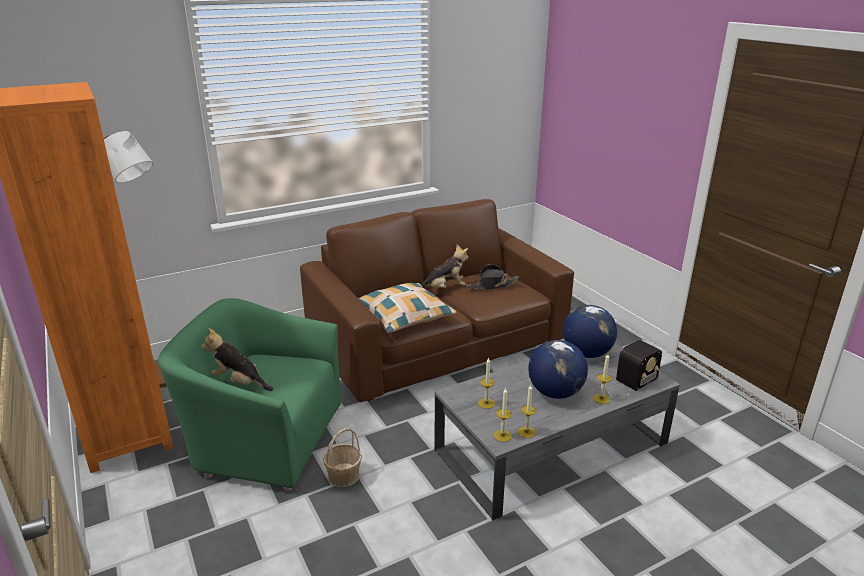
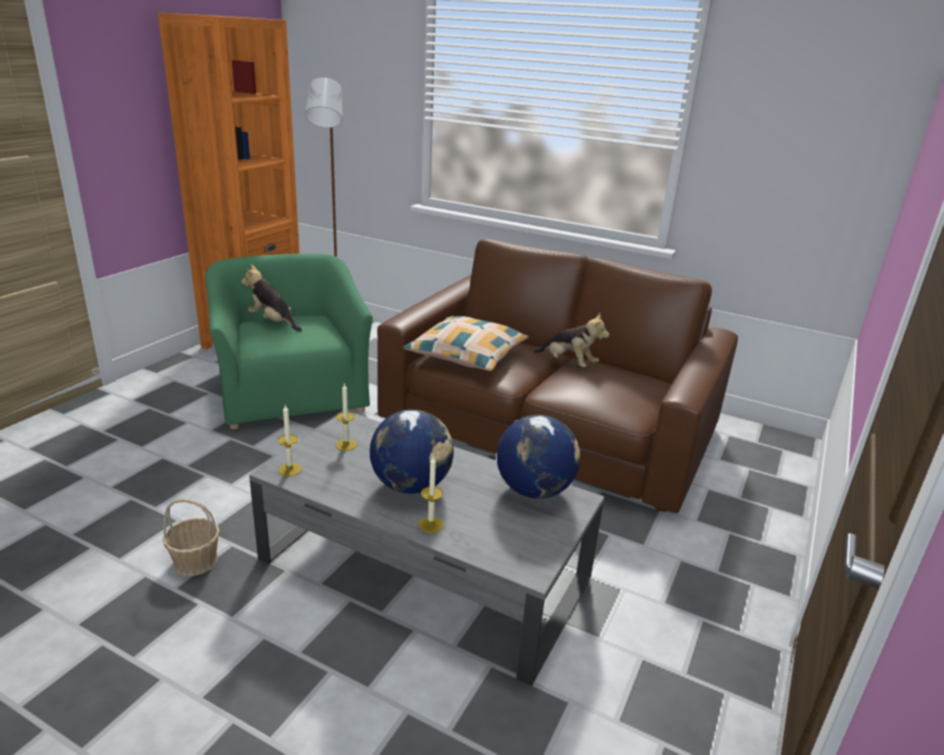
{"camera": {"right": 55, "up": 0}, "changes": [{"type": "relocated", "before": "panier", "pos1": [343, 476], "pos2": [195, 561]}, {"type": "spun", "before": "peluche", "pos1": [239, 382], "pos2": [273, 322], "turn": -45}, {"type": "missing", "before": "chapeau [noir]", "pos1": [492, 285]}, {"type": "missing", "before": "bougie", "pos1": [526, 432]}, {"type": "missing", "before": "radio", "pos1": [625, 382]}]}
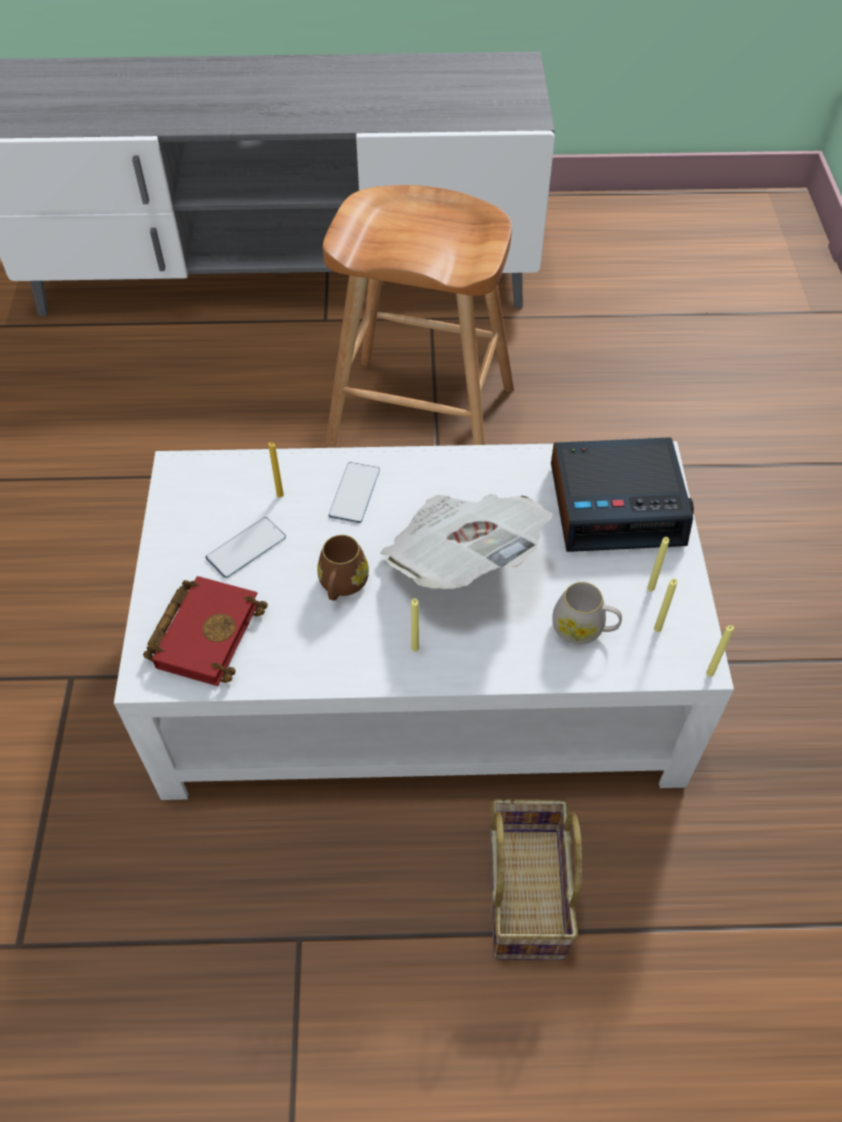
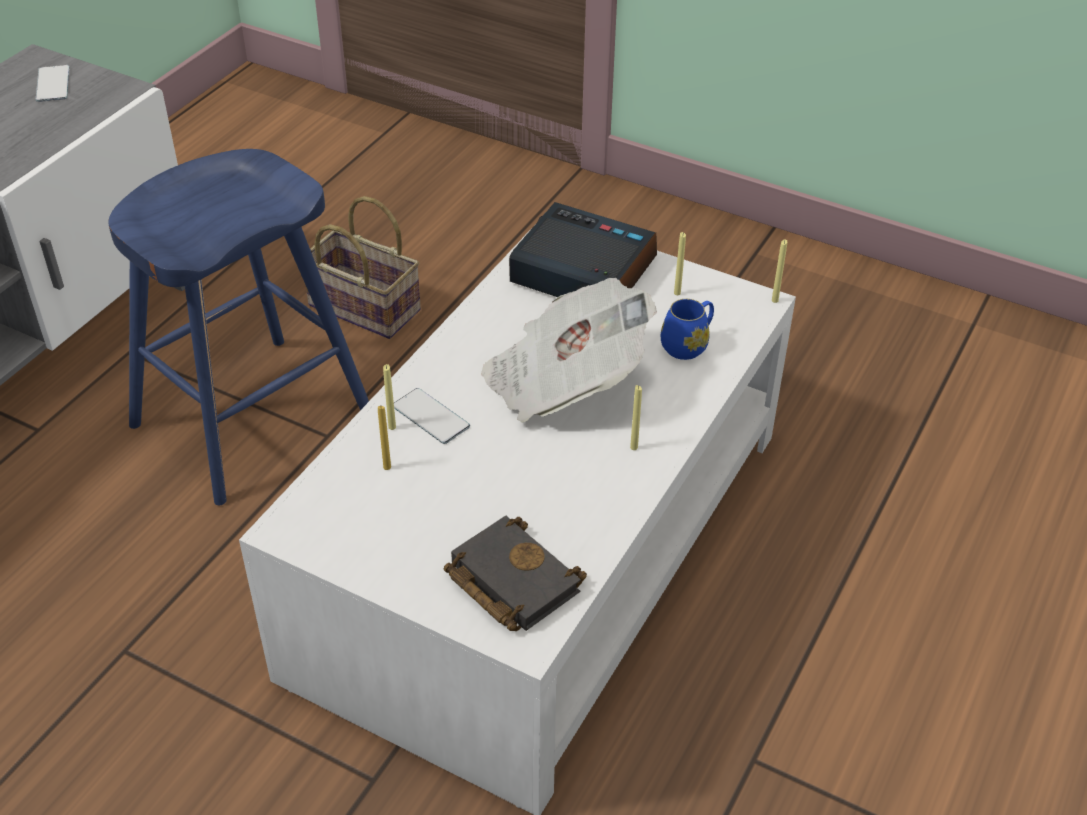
{"camera": {"right": -60, "up": -10}, "changes": [{"type": "relocated", "before": "téléphone", "pos1": [246, 548], "pos2": [53, 84]}, {"type": "colour", "before": "tabouret [marron]", "after": "tabouret [bleu]", "pos1": [420, 418], "pos2": [250, 418]}, {"type": "relocated", "before": "panier", "pos1": [523, 890], "pos2": [361, 308]}, {"type": "relocated", "before": "bougie [jaune]", "pos1": [657, 629], "pos2": [392, 427]}, {"type": "colour", "before": "livre [rouge]", "after": "livre [noir]", "pos1": [205, 632], "pos2": [508, 580]}, {"type": "spun", "before": "réveil", "pos1": [617, 504], "pos2": [581, 271], "turn": -90}, {"type": "colour", "before": "mug [blanc]", "after": "mug [bleu]", "pos1": [583, 629], "pos2": [688, 345]}, {"type": "missing", "before": "mug [marron]", "pos1": [342, 586]}]}
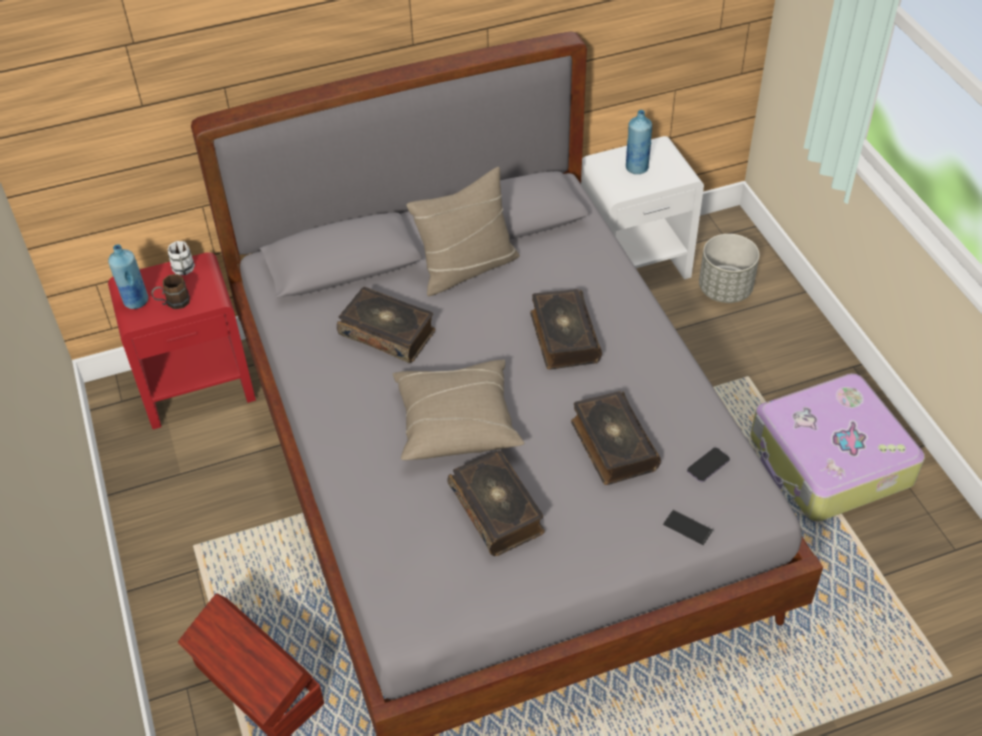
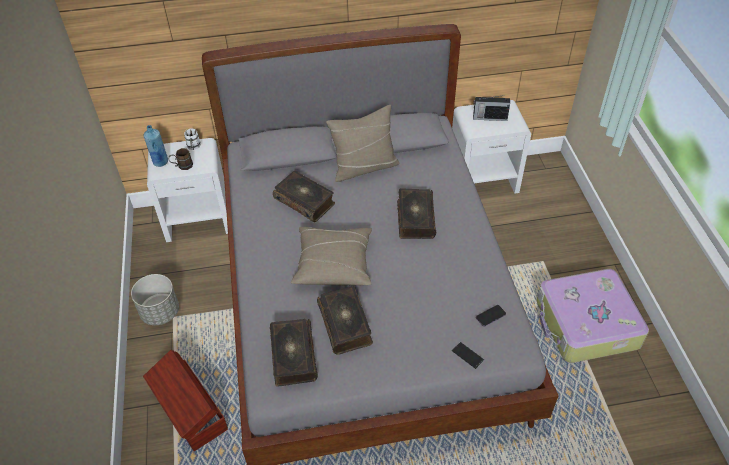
{"camera": {"right": 10, "up": 0}, "changes": [{"type": "relocated", "before": "cache-pot [gris]", "pos1": [724, 289], "pos2": [160, 312]}, {"type": "colour", "before": "table de chevet [rouge]", "after": "table de chevet [blanc]", "pos1": [197, 386], "pos2": [199, 220]}, {"type": "relocated", "before": "livre", "pos1": [612, 445], "pos2": [292, 357]}, {"type": "exchanged", "before": "bouteille [bleu]", "after": "radio", "pos1": [636, 168], "pos2": [489, 117]}]}
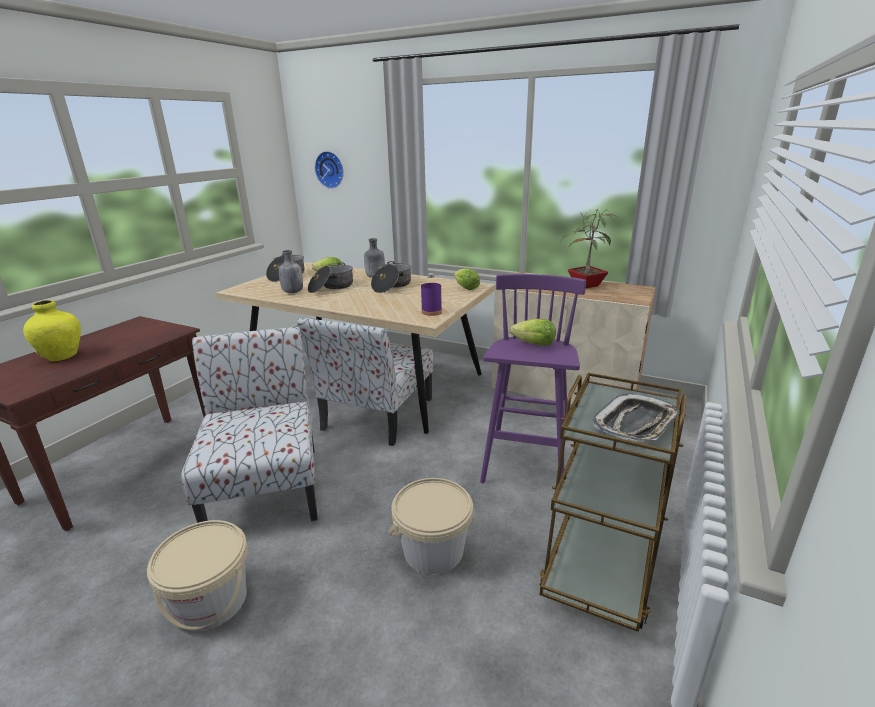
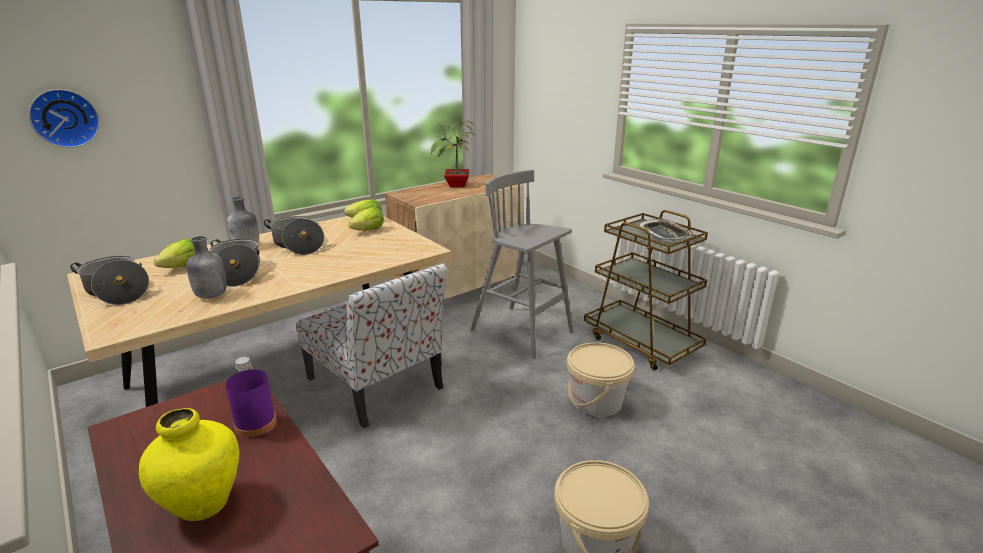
{"camera": {"right": -65, "up": 0}, "changes": [{"type": "relocated", "before": "bouteille [violet]", "pos1": [431, 312], "pos2": [255, 424]}, {"type": "relocated", "before": "laitue", "pos1": [534, 344], "pos2": [368, 231]}, {"type": "colour", "before": "tabouret [violet]", "after": "tabouret [gris]", "pos1": [526, 461], "pos2": [523, 332]}, {"type": "missing", "before": "chaise", "pos1": [266, 486]}]}
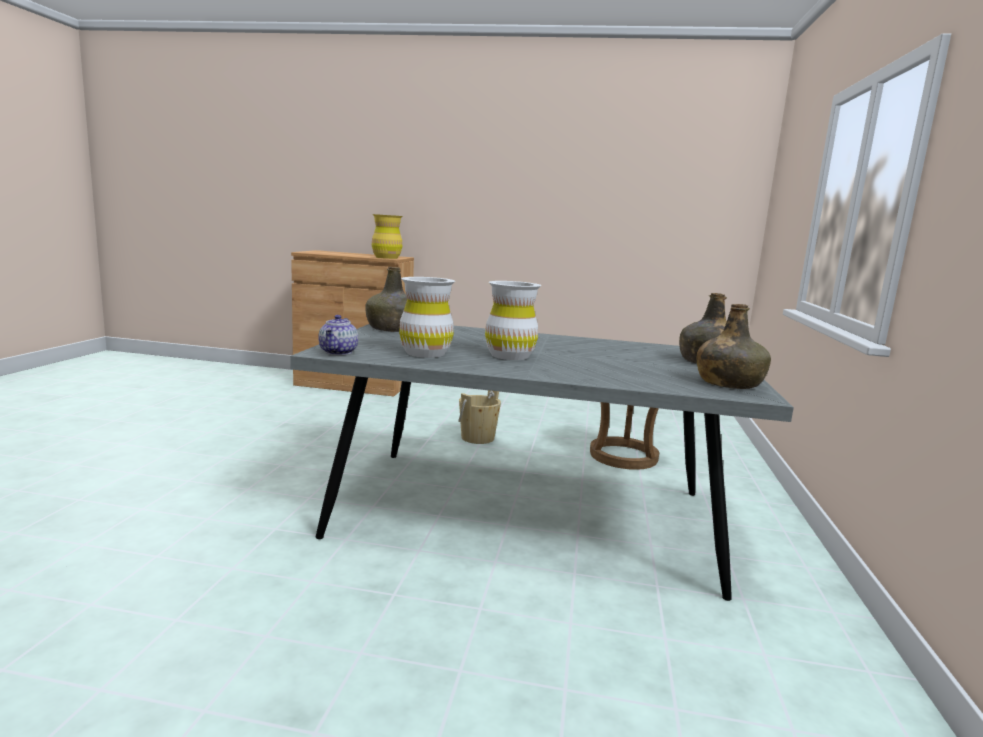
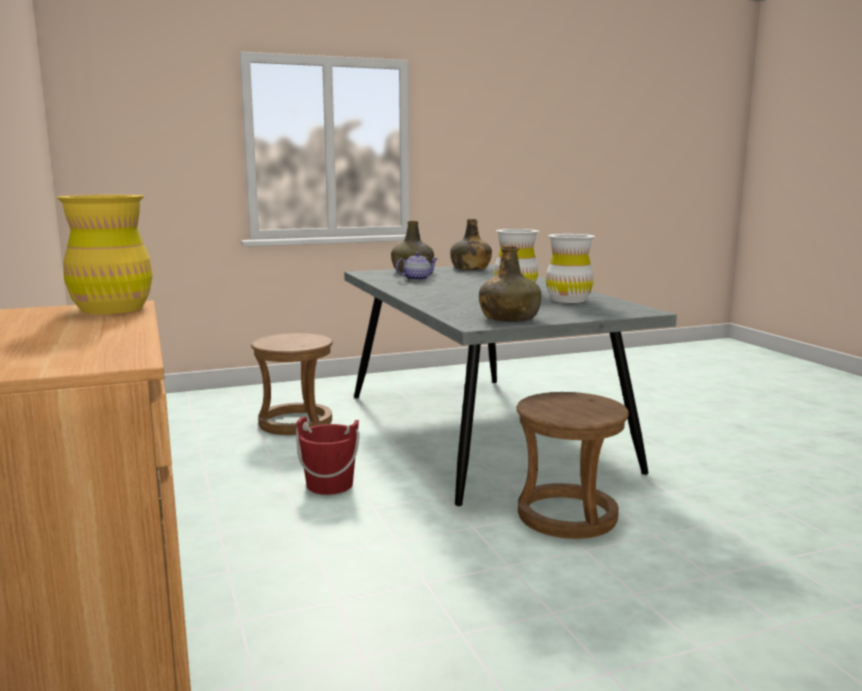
{"camera": {"right": -120, "up": 0}, "changes": [{"type": "colour", "before": "seau [beige]", "after": "seau [rouge]", "pos1": [477, 438], "pos2": [329, 485]}, {"type": "relocated", "before": "théière", "pos1": [339, 352], "pos2": [417, 279]}, {"type": "appeared", "after": "tabouret [marron]", "pos2": [567, 516]}]}
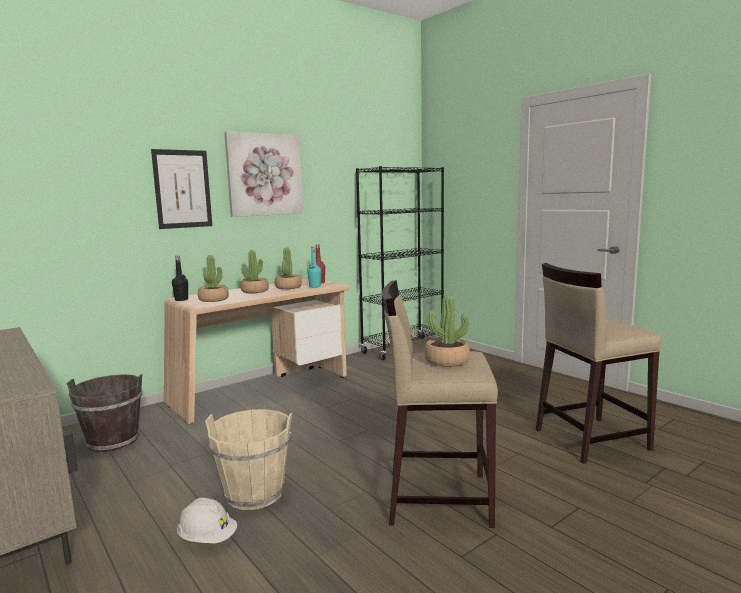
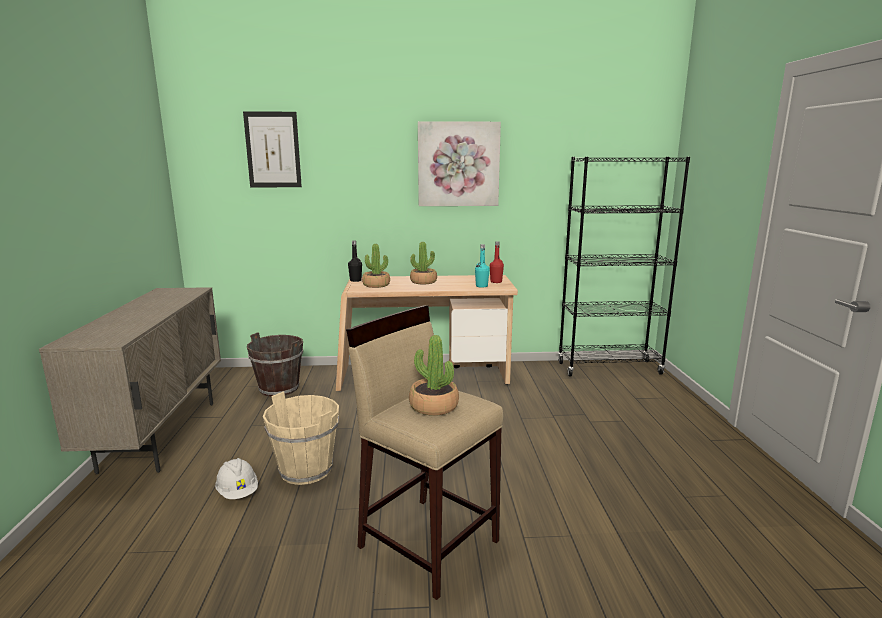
{"camera": {"right": 35, "up": 5}, "changes": [{"type": "relocated", "before": "tableau", "pos1": [182, 189], "pos2": [273, 150]}, {"type": "missing", "before": "plante en pot", "pos1": [288, 287]}, {"type": "missing", "before": "tabouret [beige]", "pos1": [590, 439]}]}
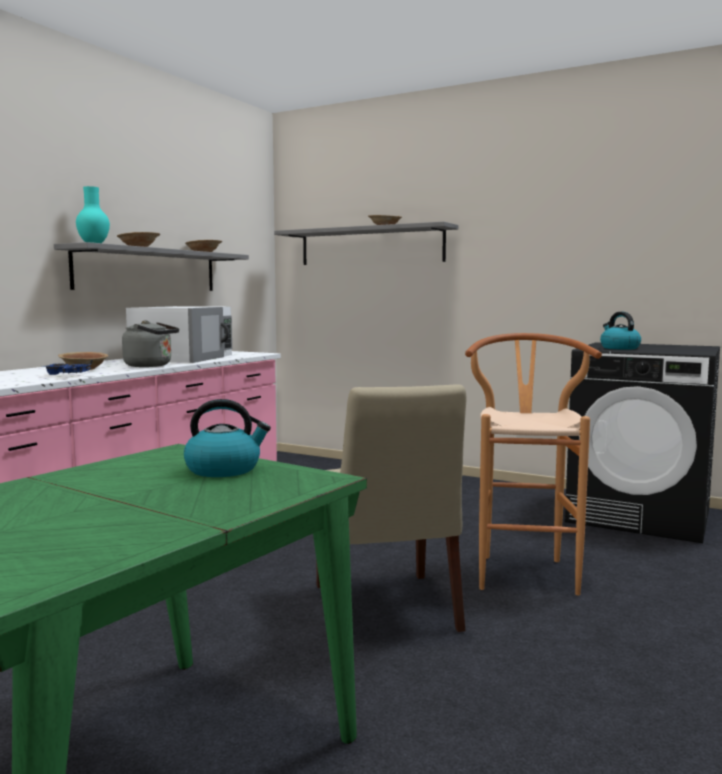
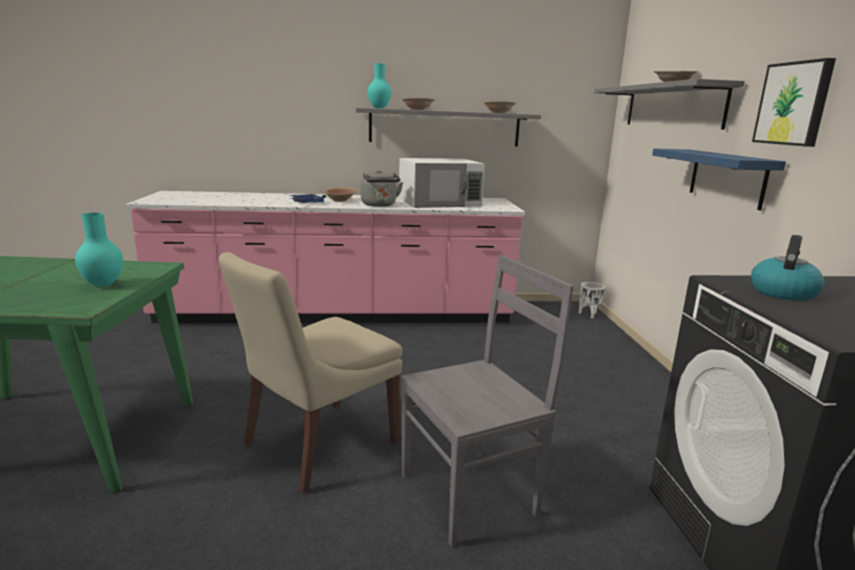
{"camera": {"right": 55, "up": 10}, "changes": [{"type": "exchanged", "before": "bouilloire", "after": "vase [turquoise]", "pos1": [224, 469], "pos2": [104, 284]}, {"type": "exchanged", "before": "tabouret [marron]", "after": "chaise [gris]", "pos1": [524, 570], "pos2": [471, 493]}, {"type": "appeared", "after": "cache-pot [blanc]", "pos2": [589, 314]}, {"type": "appeared", "after": "étagère [bleu]", "pos2": [727, 177]}, {"type": "appeared", "after": "tableau", "pos2": [794, 104]}]}
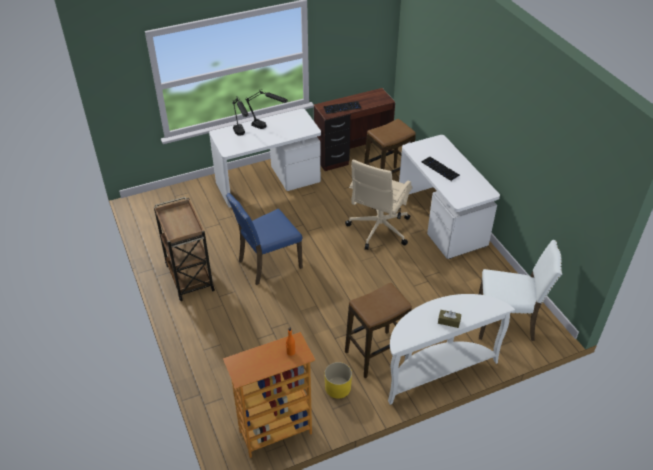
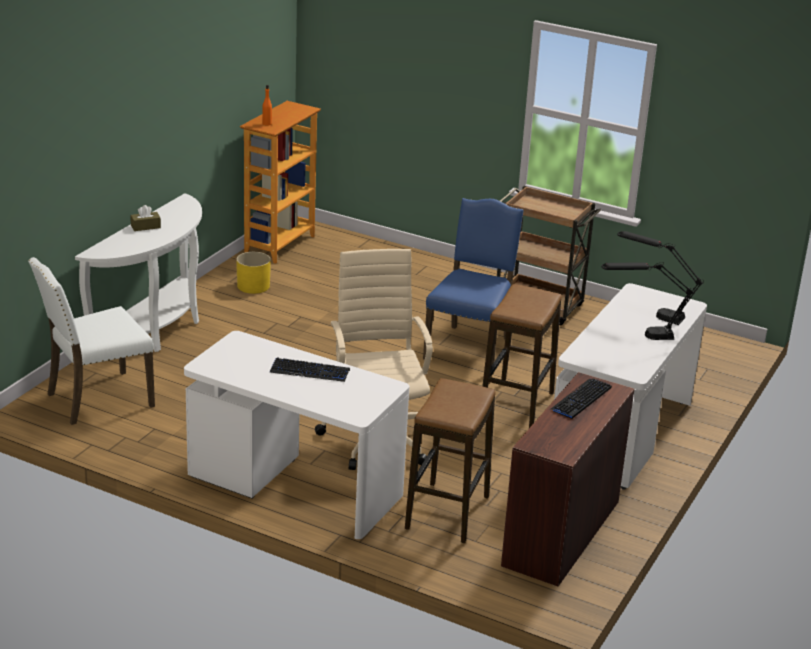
{"camera": {"right": 140, "up": -15}, "changes": [{"type": "relocated", "before": "tabouret", "pos1": [376, 354], "pos2": [516, 405]}]}
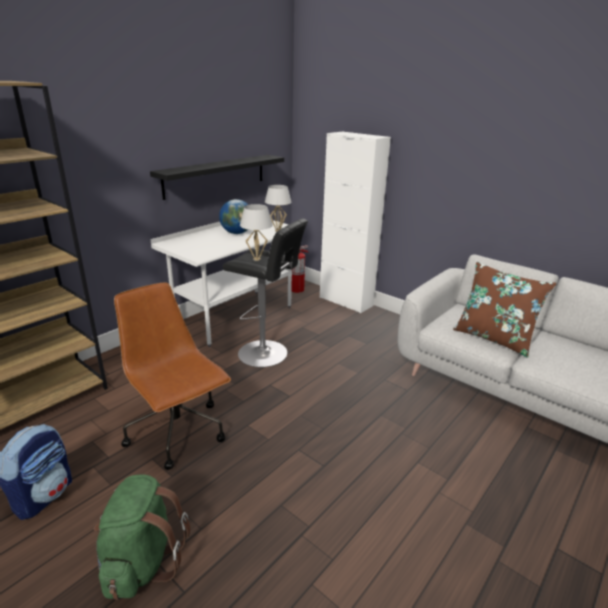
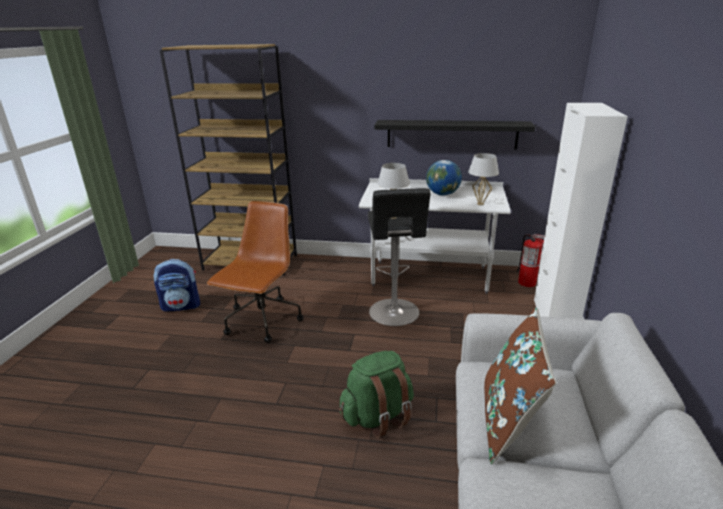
{"camera": {"right": 60, "up": 0}, "changes": [{"type": "relocated", "before": "sac à dos [vert]", "pos1": [142, 561], "pos2": [378, 416]}]}
